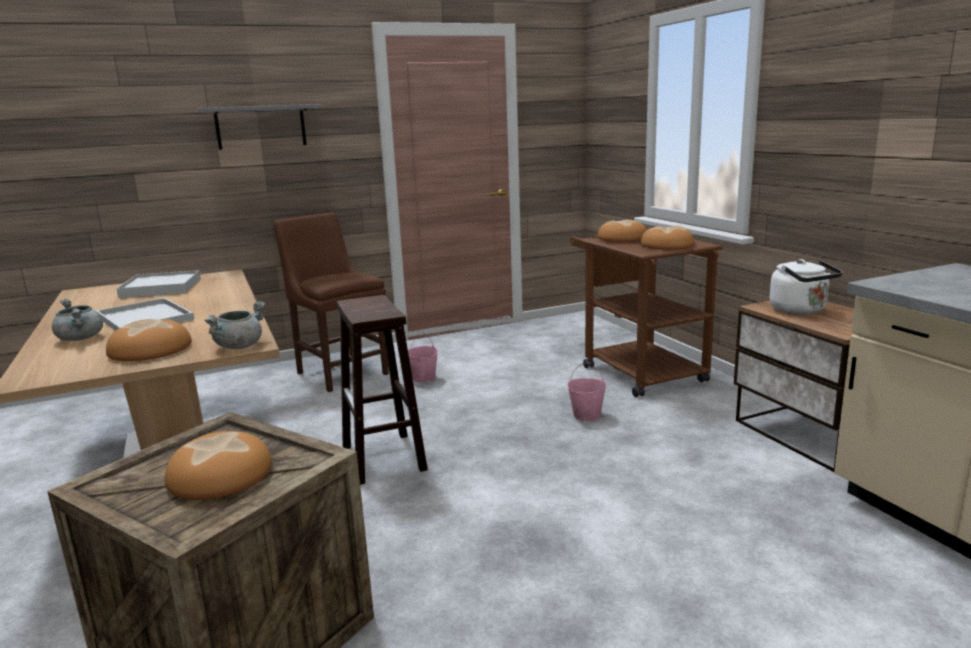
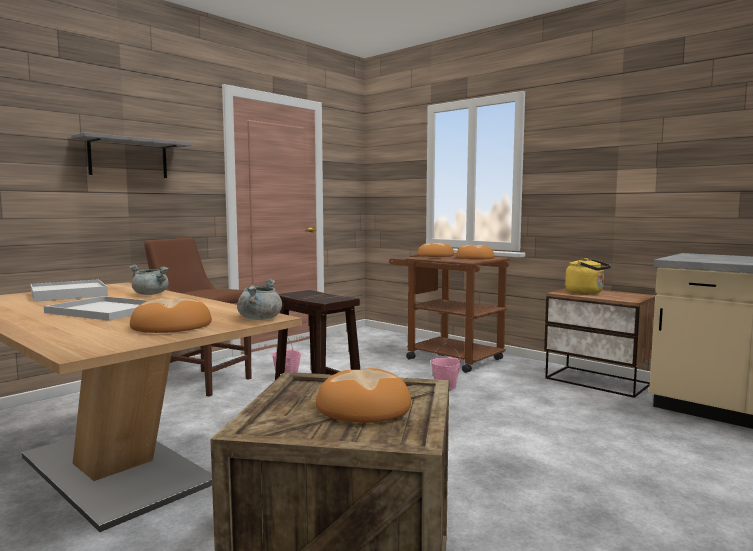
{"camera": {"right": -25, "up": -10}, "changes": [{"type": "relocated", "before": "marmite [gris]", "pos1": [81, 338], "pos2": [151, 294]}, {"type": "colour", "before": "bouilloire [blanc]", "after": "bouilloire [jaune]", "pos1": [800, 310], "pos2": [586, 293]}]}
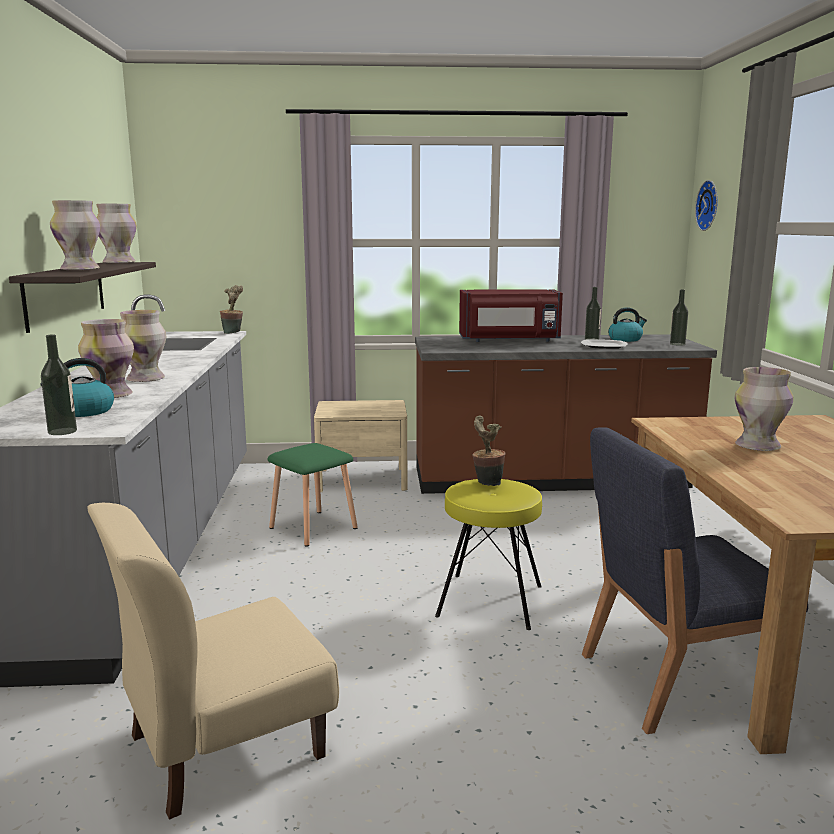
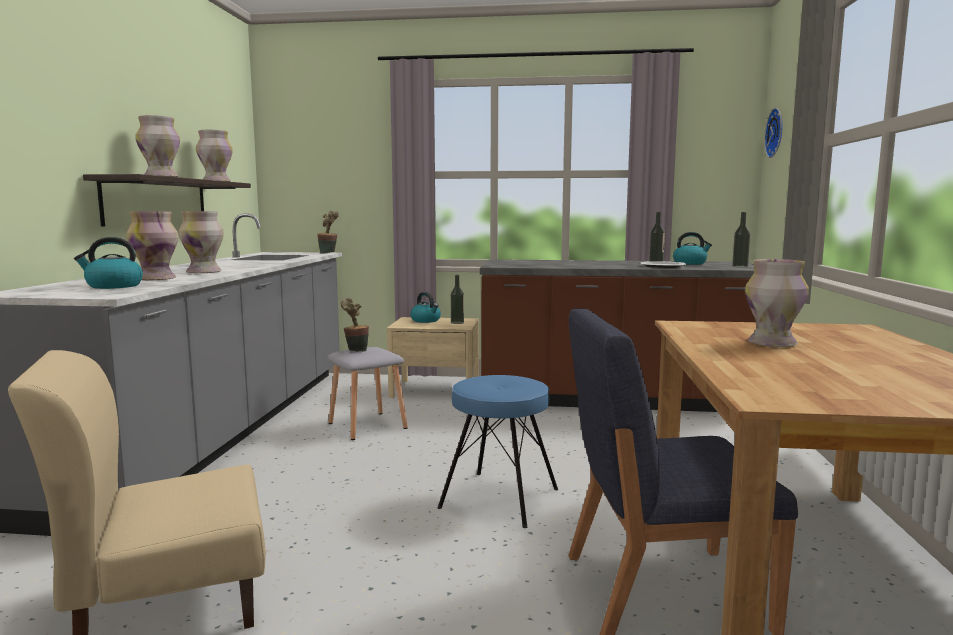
{"camera": {"right": 10, "up": -5}, "changes": [{"type": "colour", "before": "tabouret [vert]", "after": "tabouret [gris]", "pos1": [312, 528], "pos2": [366, 426]}, {"type": "relocated", "before": "plante en pot", "pos1": [486, 483], "pos2": [355, 350]}, {"type": "appeared", "after": "bouilloire", "pos2": [426, 320]}, {"type": "colour", "before": "tabouret [jaune]", "after": "tabouret [bleu]", "pos1": [491, 600], "pos2": [500, 498]}, {"type": "relocated", "before": "bouteille", "pos1": [62, 431], "pos2": [457, 322]}, {"type": "missing", "before": "micro-ondes [rouge]", "pos1": [509, 340]}]}
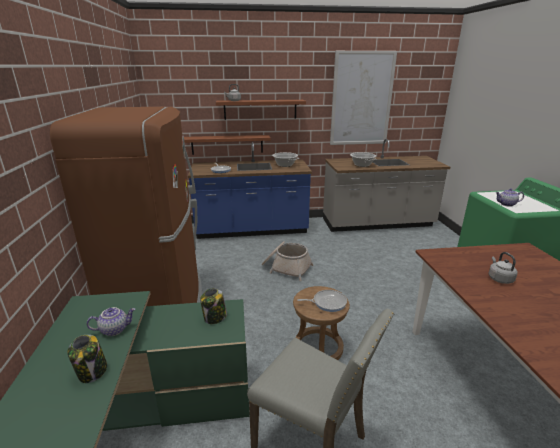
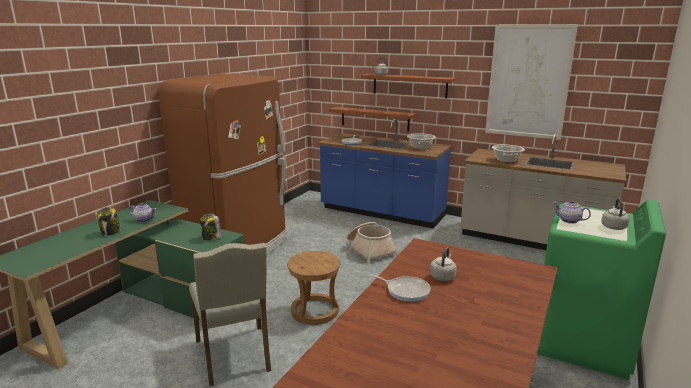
{"camera": {"right": 35, "up": -5}, "changes": [{"type": "relocated", "before": "poêle", "pos1": [327, 302], "pos2": [406, 291]}, {"type": "appeared", "after": "bouilloire [gris]", "pos2": [613, 226]}]}
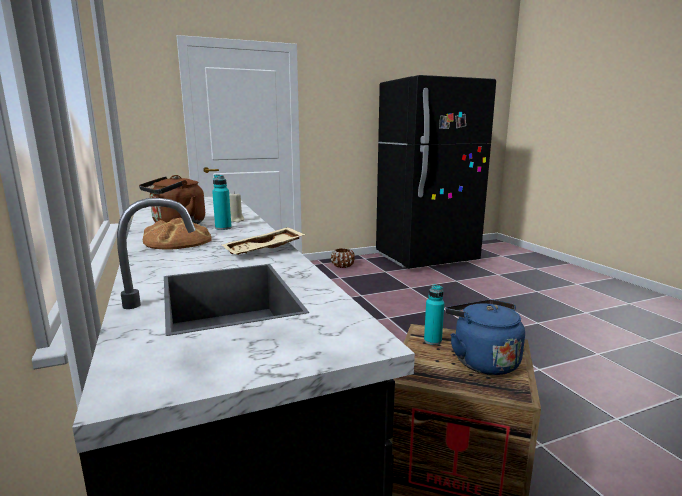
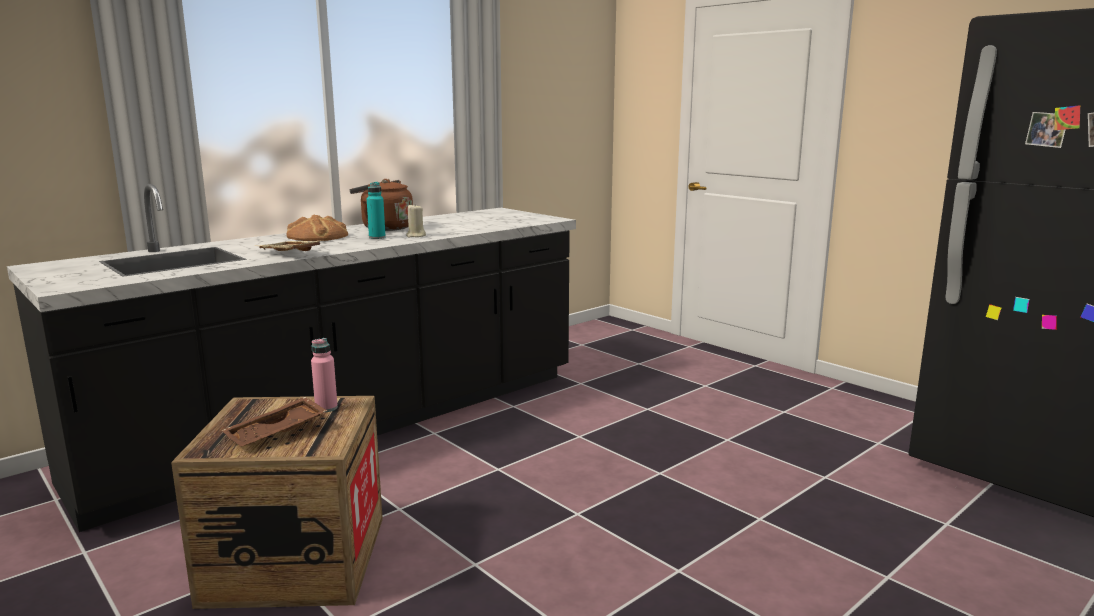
{"camera": {"right": 70, "up": 0}, "changes": [{"type": "exchanged", "before": "bouilloire [bleu]", "after": "plateau [marron]", "pos1": [482, 360], "pos2": [277, 433]}, {"type": "colour", "before": "bouteille [turquoise]", "after": "bouteille [rose]", "pos1": [432, 340], "pos2": [326, 408]}, {"type": "missing", "before": "cache-pot [marron]", "pos1": [342, 266]}]}
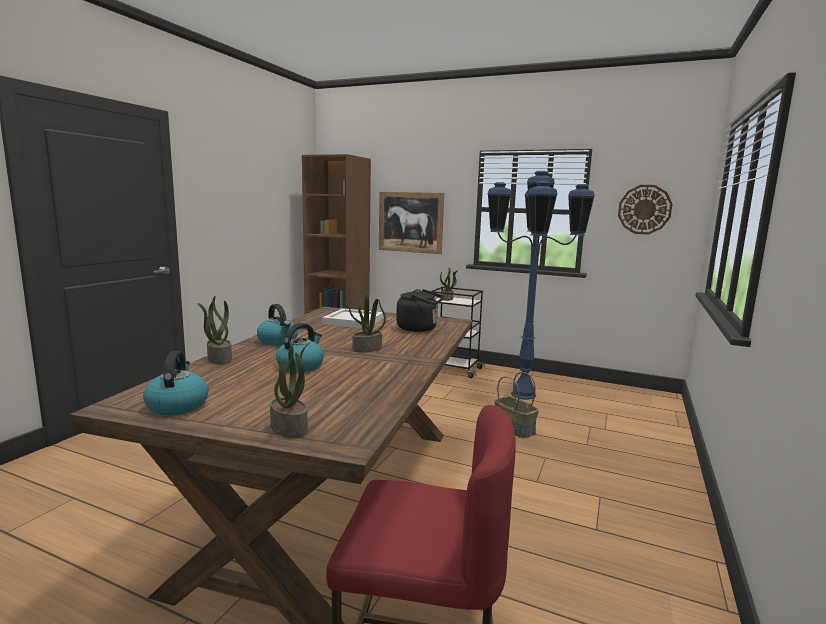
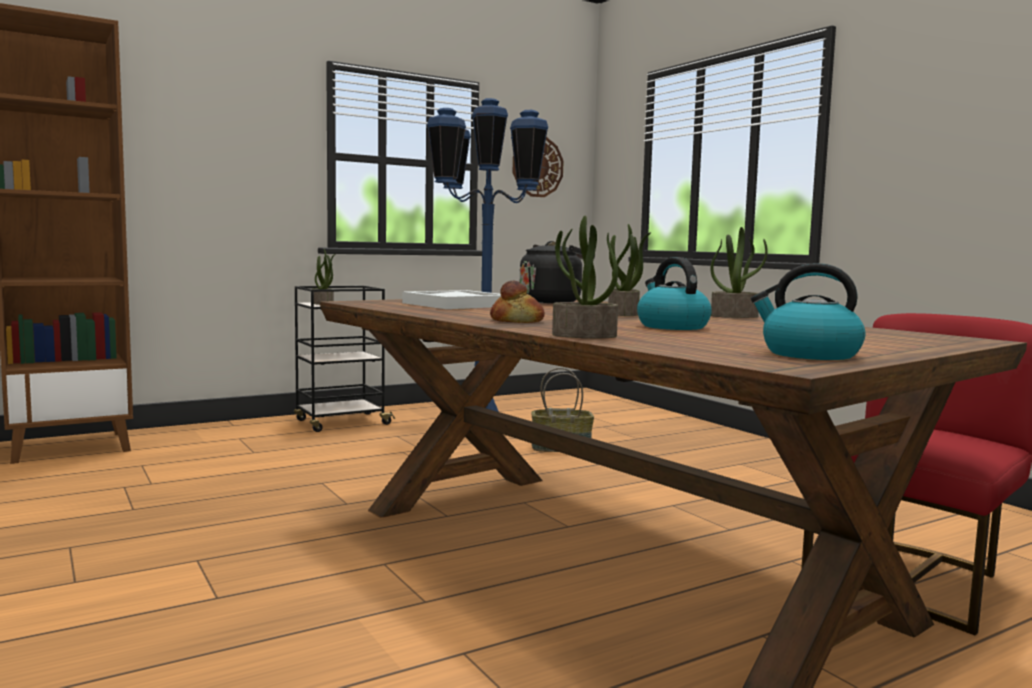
{"camera": {"right": -55, "up": -5}, "changes": [{"type": "exchanged", "before": "bouilloire", "after": "pain", "pos1": [278, 341], "pos2": [517, 321]}, {"type": "relocated", "before": "plante en pot", "pos1": [290, 428], "pos2": [734, 316]}, {"type": "missing", "before": "tableau", "pos1": [410, 222]}]}
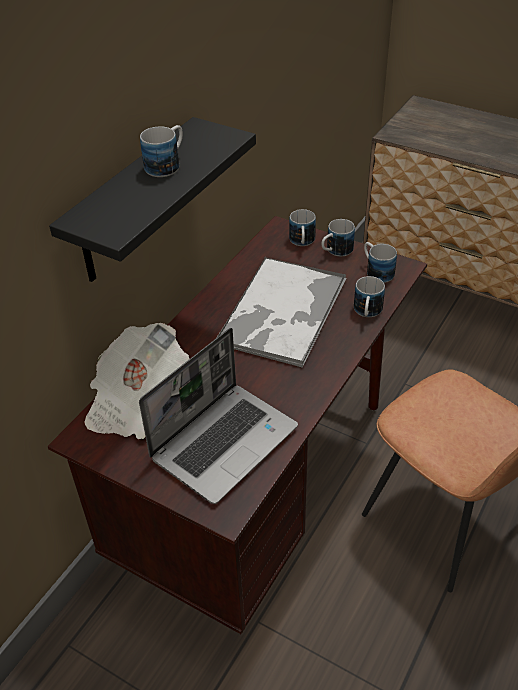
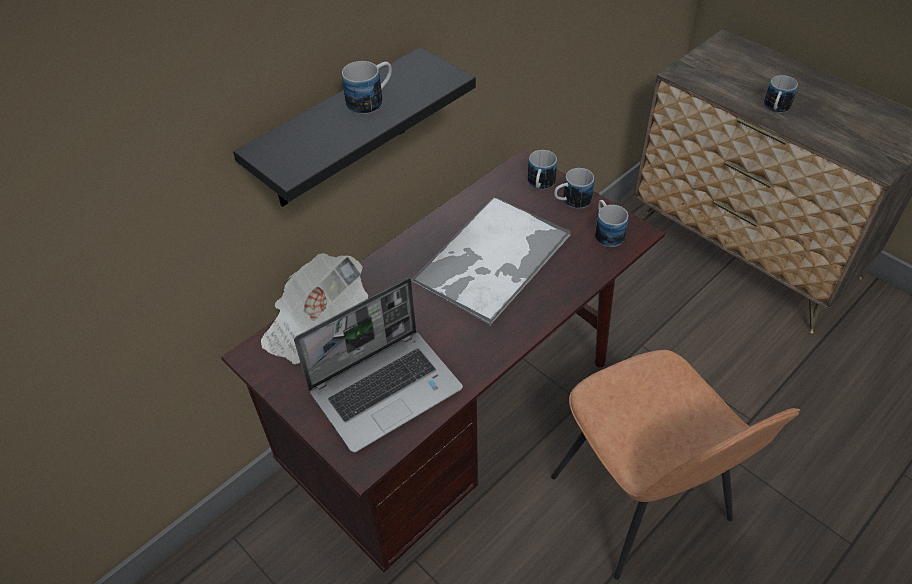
{"camera": {"right": 15, "up": 5}, "changes": [{"type": "relocated", "before": "mug", "pos1": [367, 313], "pos2": [775, 109]}]}
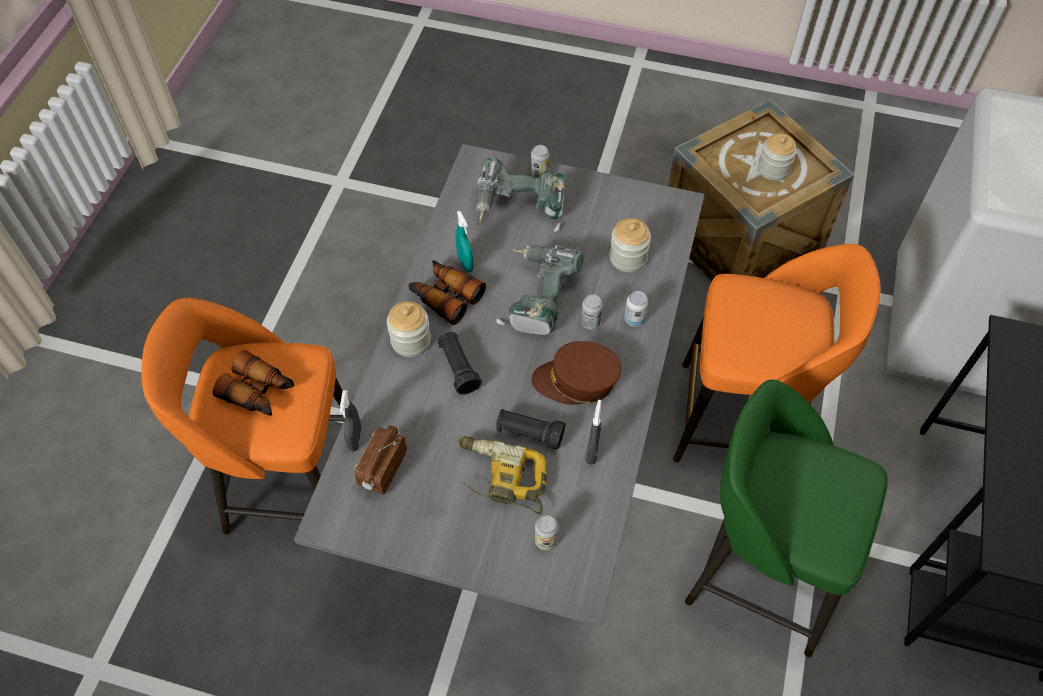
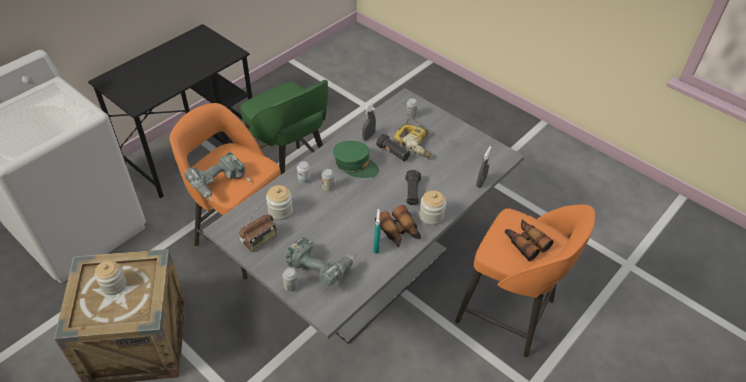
{"camera": {"right": -155, "up": -10}, "changes": [{"type": "relocated", "before": "perceuse", "pos1": [537, 298], "pos2": [220, 186]}, {"type": "relocated", "before": "radio", "pos1": [382, 469], "pos2": [259, 240]}, {"type": "colour", "before": "casquette [marron]", "after": "casquette [vert]", "pos1": [576, 381], "pos2": [355, 165]}]}
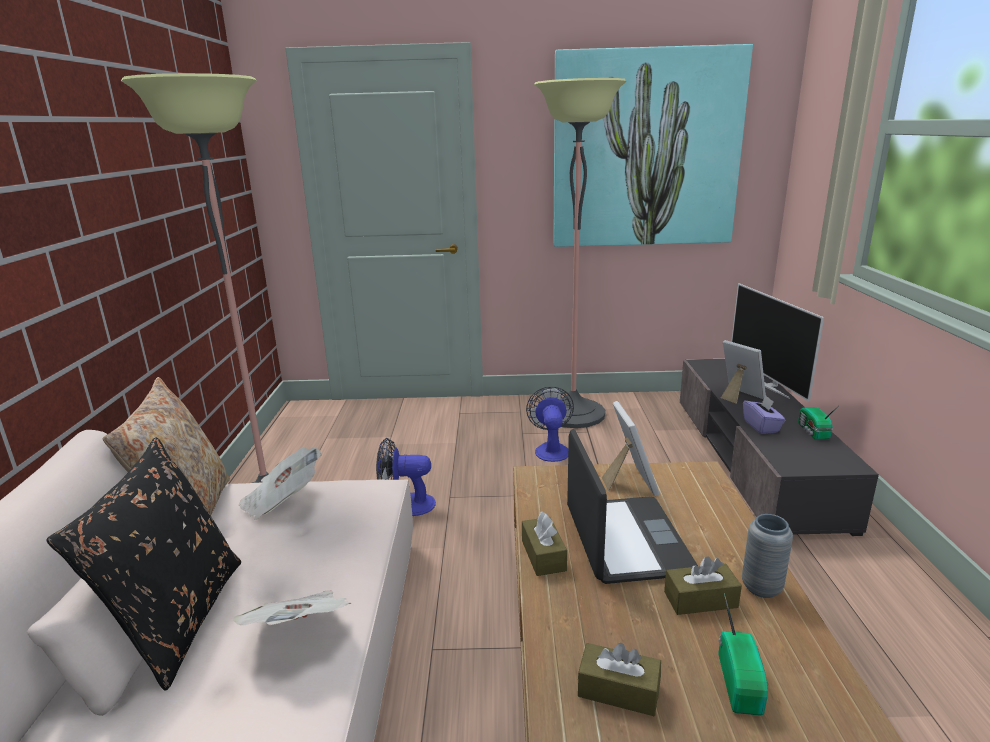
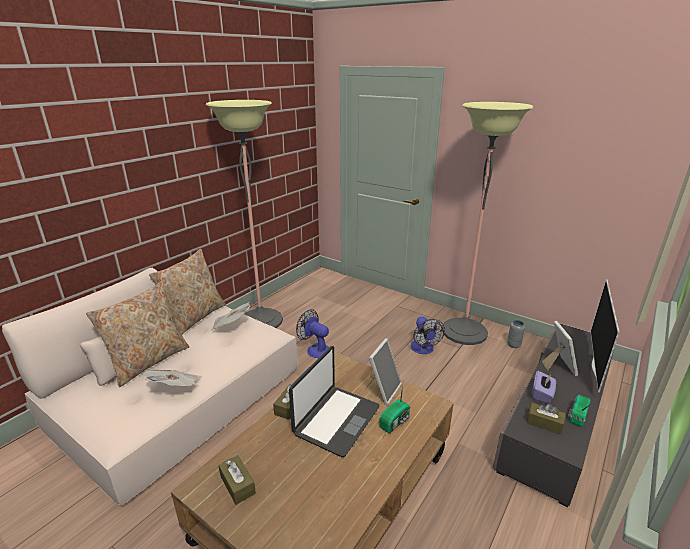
{"camera": {"right": 35, "up": 5}, "changes": [{"type": "colour", "before": "coussin [noir]", "after": "coussin [beige]", "pos1": [178, 618], "pos2": [149, 361]}, {"type": "relocated", "before": "radio", "pos1": [741, 682], "pos2": [396, 421]}, {"type": "spun", "before": "ventilateur", "pos1": [551, 449], "pos2": [423, 350], "turn": 135}, {"type": "relocated", "before": "vase [gris]", "pos1": [761, 588], "pos2": [513, 345]}, {"type": "relocated", "before": "boîte à mouchoirs [marron]", "pos1": [700, 599], "pos2": [544, 423]}, {"type": "missing", "before": "tableau", "pos1": [645, 150]}]}
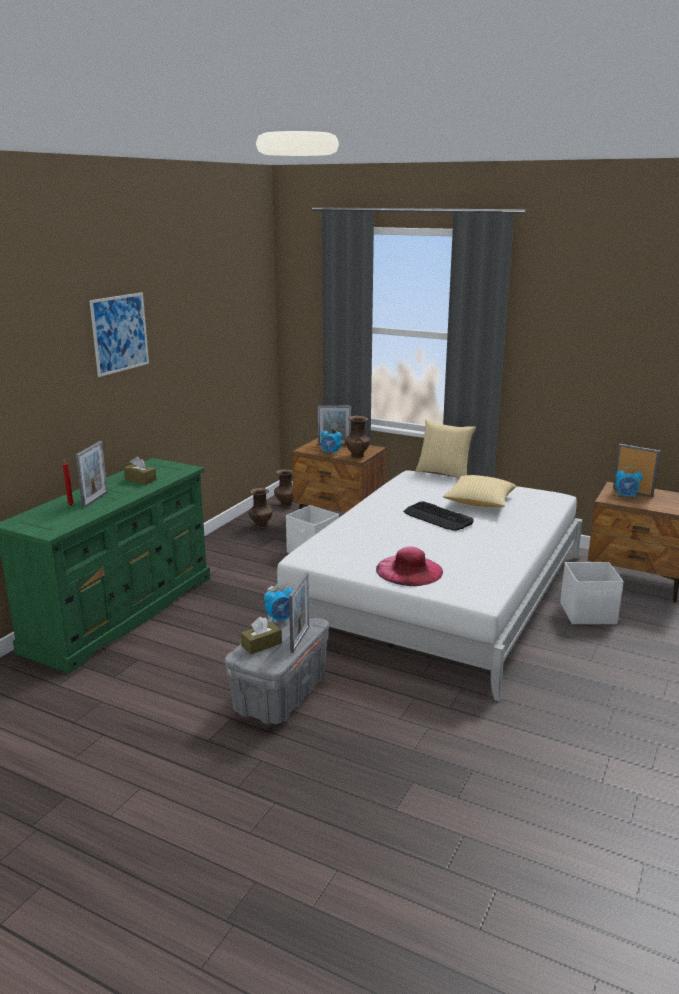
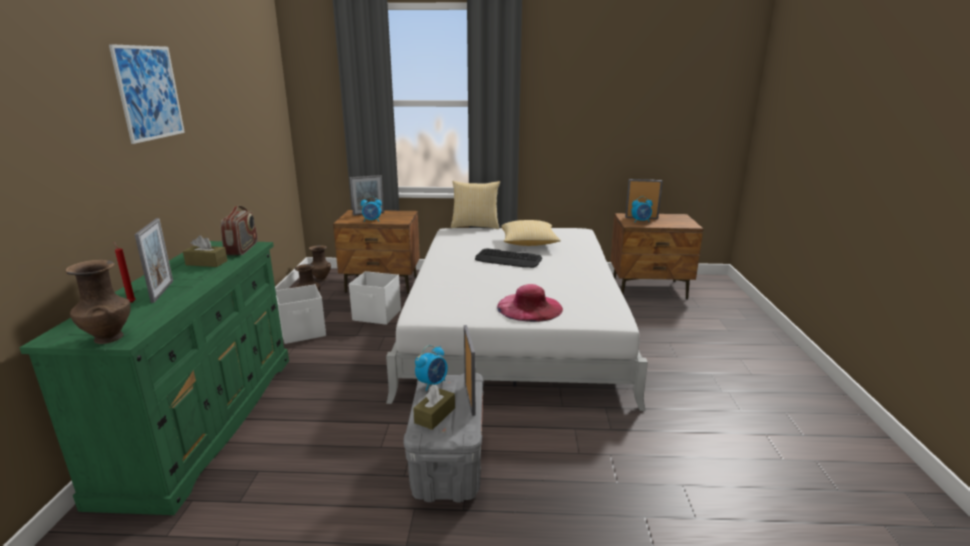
{"camera": {"right": -25, "up": 0}, "changes": [{"type": "relocated", "before": "vase [marron]", "pos1": [357, 456], "pos2": [108, 337]}, {"type": "appeared", "after": "radio", "pos2": [242, 249]}, {"type": "relocated", "before": "boîte de rangement [blanc]", "pos1": [588, 614], "pos2": [303, 332]}]}
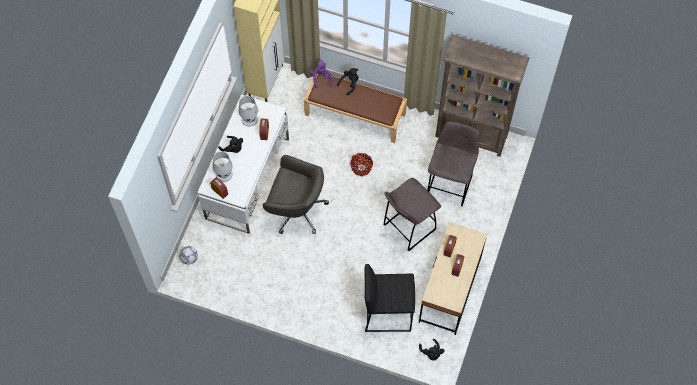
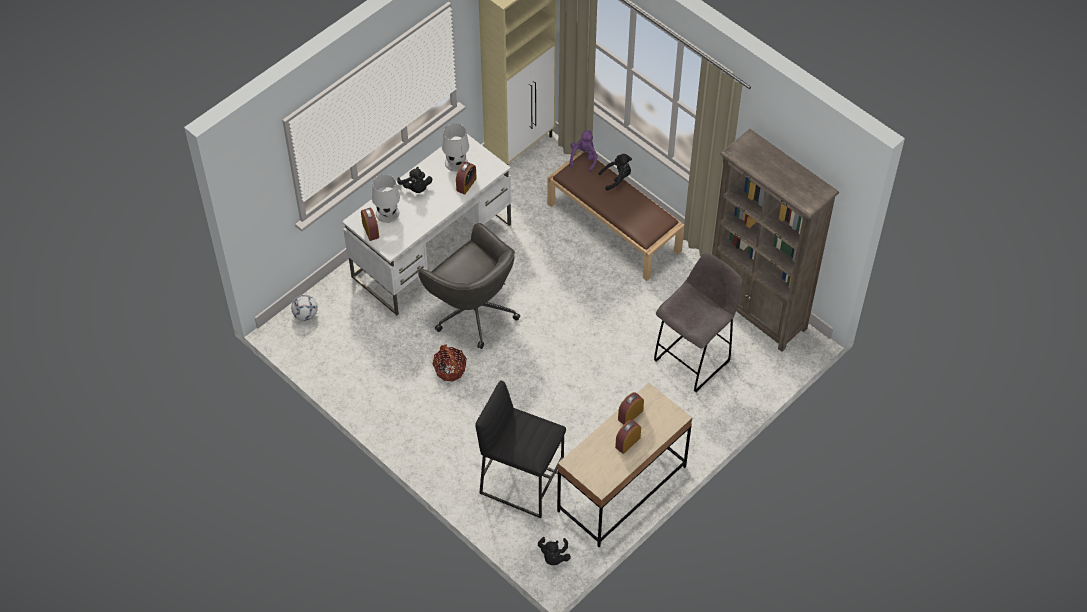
{"camera": {"right": 25, "up": -10}, "changes": [{"type": "relocated", "before": "panier", "pos1": [361, 167], "pos2": [450, 369]}, {"type": "missing", "before": "tabouret [gris]", "pos1": [408, 228]}]}
